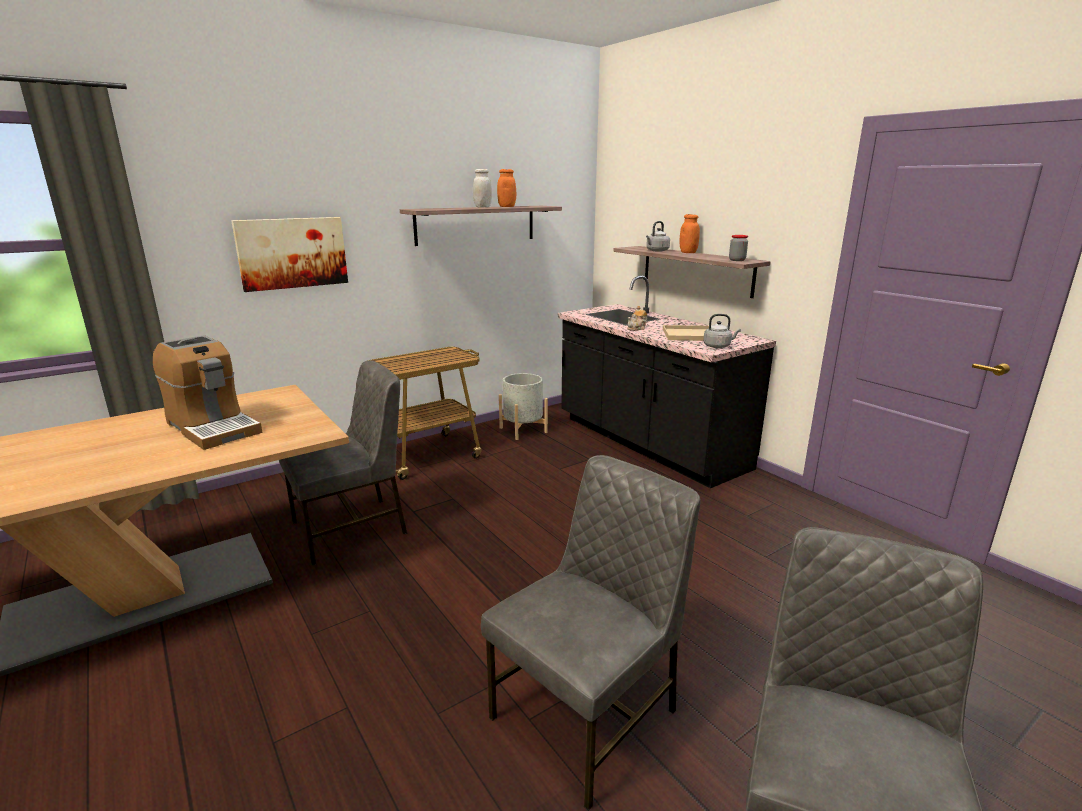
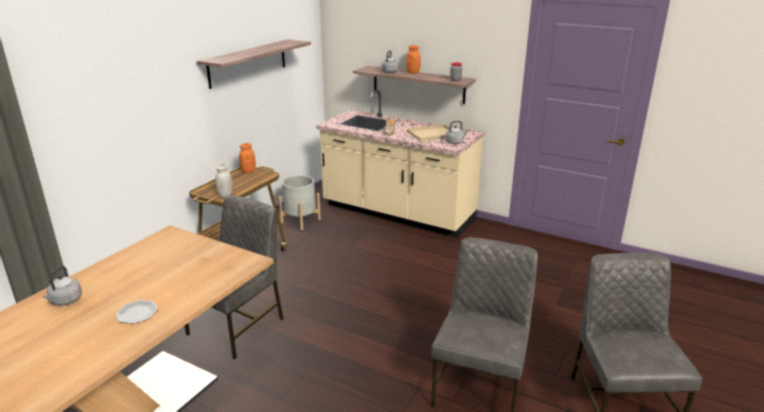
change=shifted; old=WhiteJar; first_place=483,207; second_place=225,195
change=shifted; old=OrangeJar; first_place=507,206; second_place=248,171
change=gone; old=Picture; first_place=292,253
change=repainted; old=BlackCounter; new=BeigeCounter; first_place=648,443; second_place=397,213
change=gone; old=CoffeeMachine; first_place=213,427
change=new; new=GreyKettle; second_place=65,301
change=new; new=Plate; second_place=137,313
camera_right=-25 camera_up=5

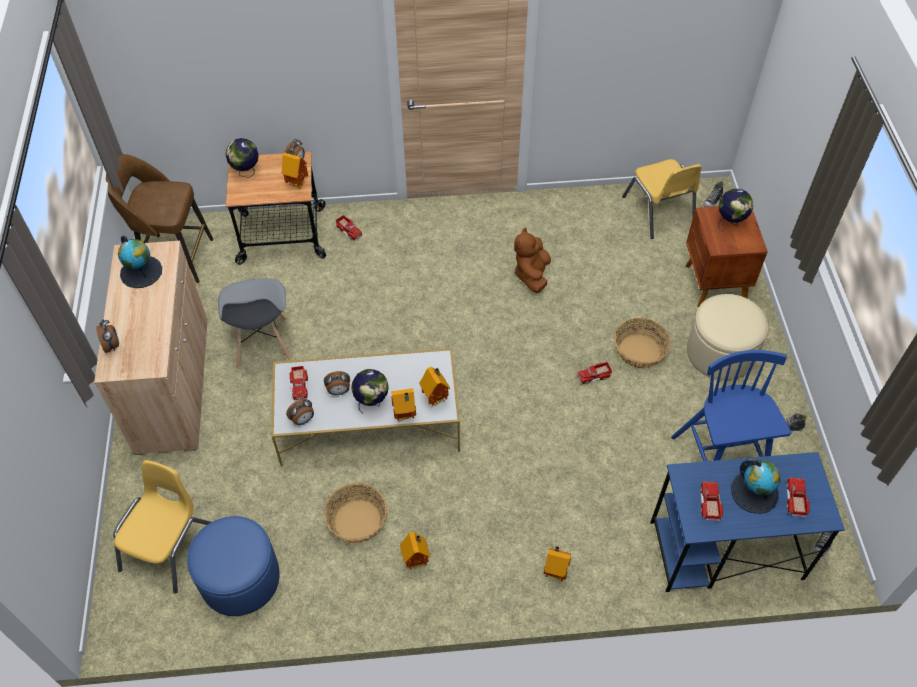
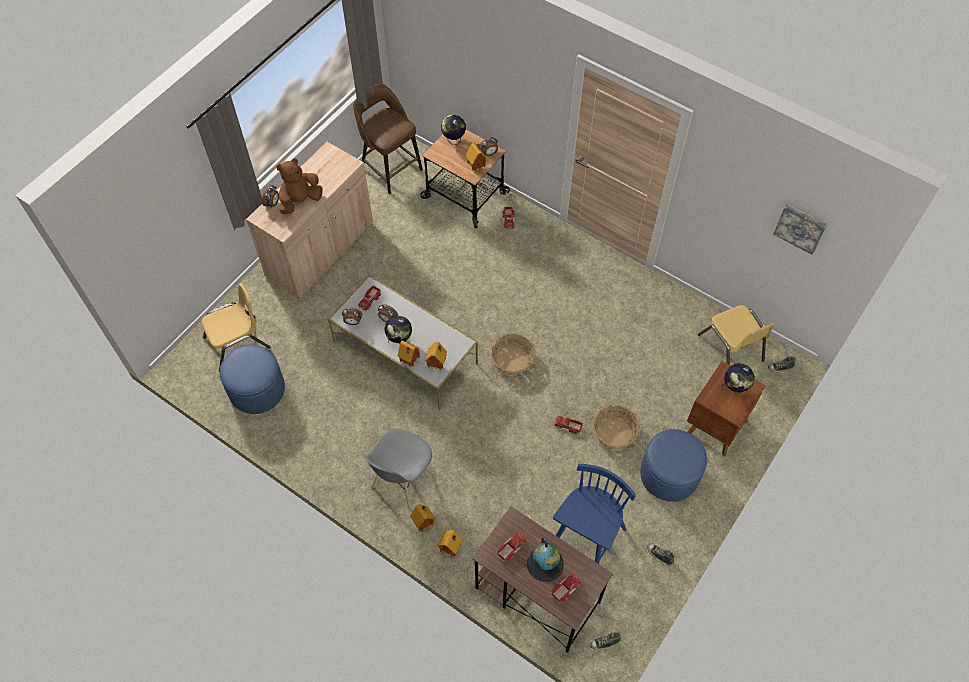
change=rotated; old=YellowChair; first_place=659,211; second_place=731,348; degrees=-45
change=shifted; old=BrownPlushToy; first_place=532,275; second_place=300,201
change=gone; old=Globe; first_place=141,272
change=shifted; old=GreyChair; first_place=262,343; second_place=401,480
change=repainted; old=BeigeOttoman; new=BlueOttoman; first_place=720,352; second_place=669,474
change=repainted; old=BlueDesk; new=BrownDesk; first_place=724,550; second_place=536,595
change=shifted; old=Basket; first_place=357,520; second_place=512,360
change=shifted; old=ToyHouse; first_place=417,560; second_place=451,549
change=new; new=Picture; second_place=800,227
camera_right=40 camera_up=5

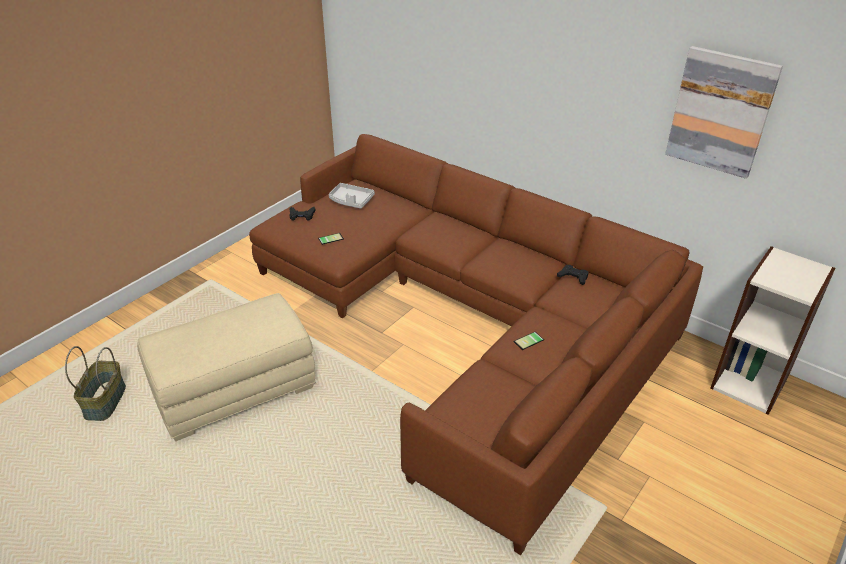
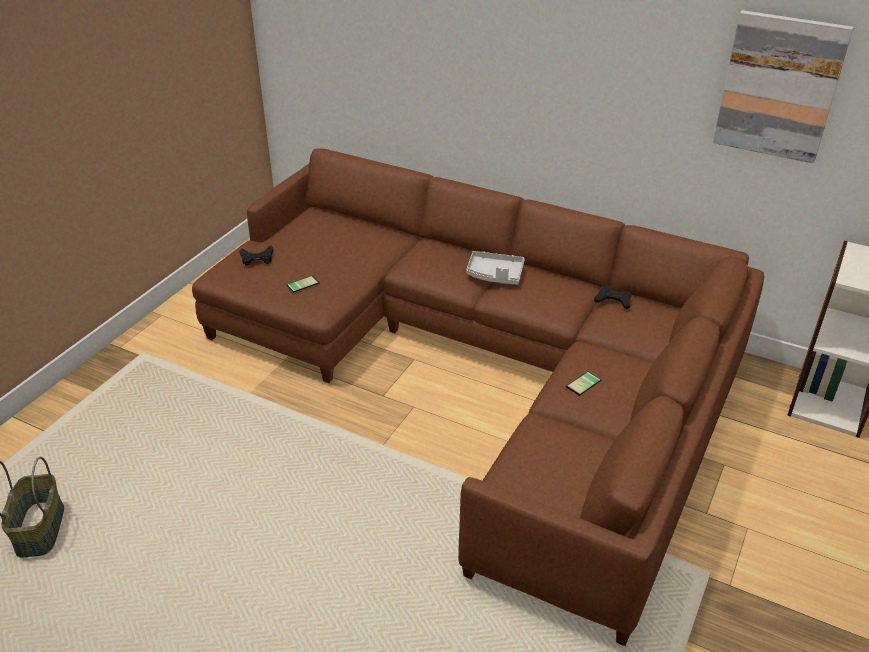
change=shifted; old=GreyTray; first_place=351,201; second_place=495,275
change=gone; old=BeigeOttoman; first_place=235,390
camera_right=-10 camera_up=0

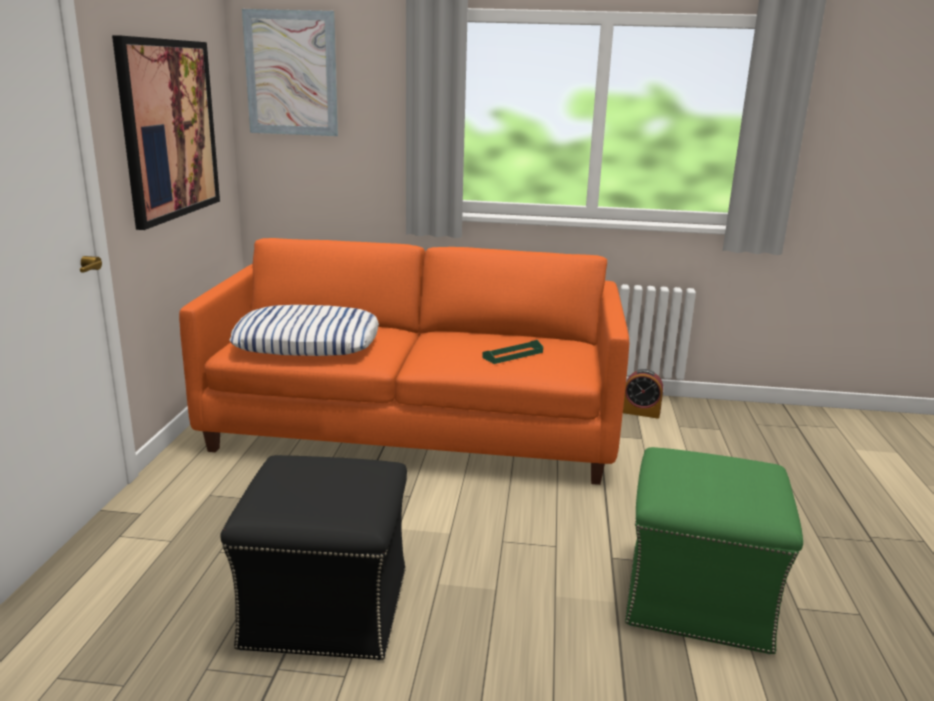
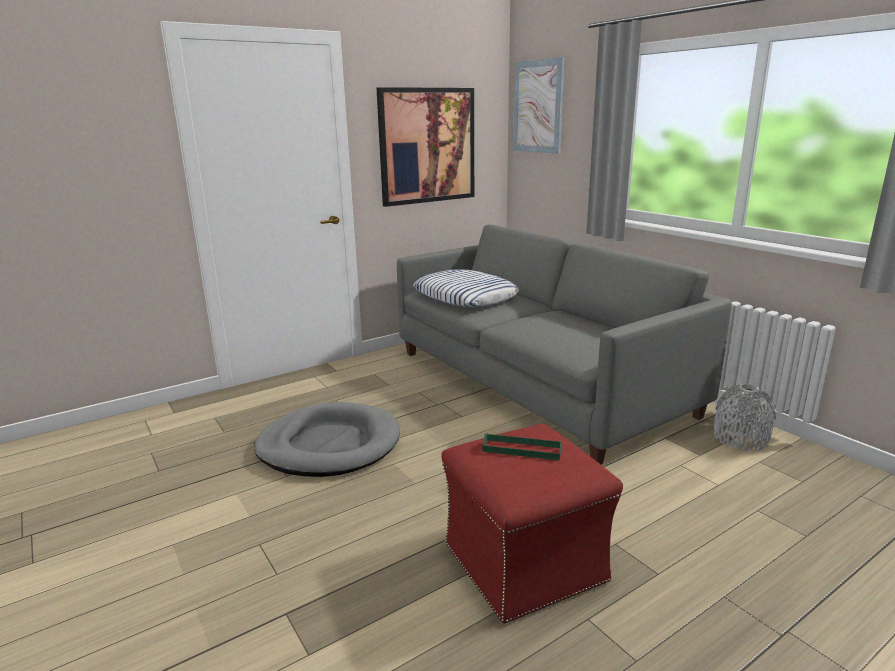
change=repainted; old=OrangeSofa; new=GreySofa; first_place=416,426; second_place=537,382
change=shifted; old=GreenTray; first_place=513,355; second_place=522,449
change=swapped; old=AlarmClock; new=GreyVase; first_place=641,412; second_place=740,438
change=repainted; old=GreenOttoman; new=RedOttoman; first_place=700,597; second_place=525,563
change=swapped; old=BlackOttoman; new=GreyDogBed; first_place=324,608; second_place=329,445
camera_right=50 camera_up=0

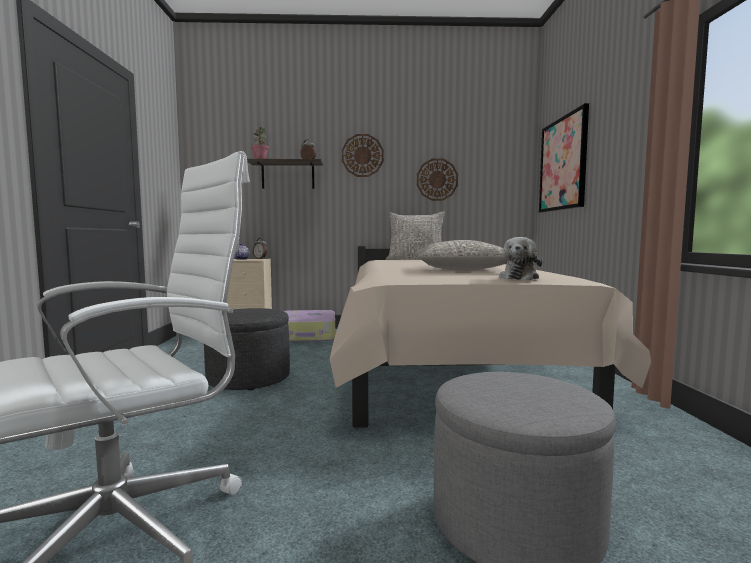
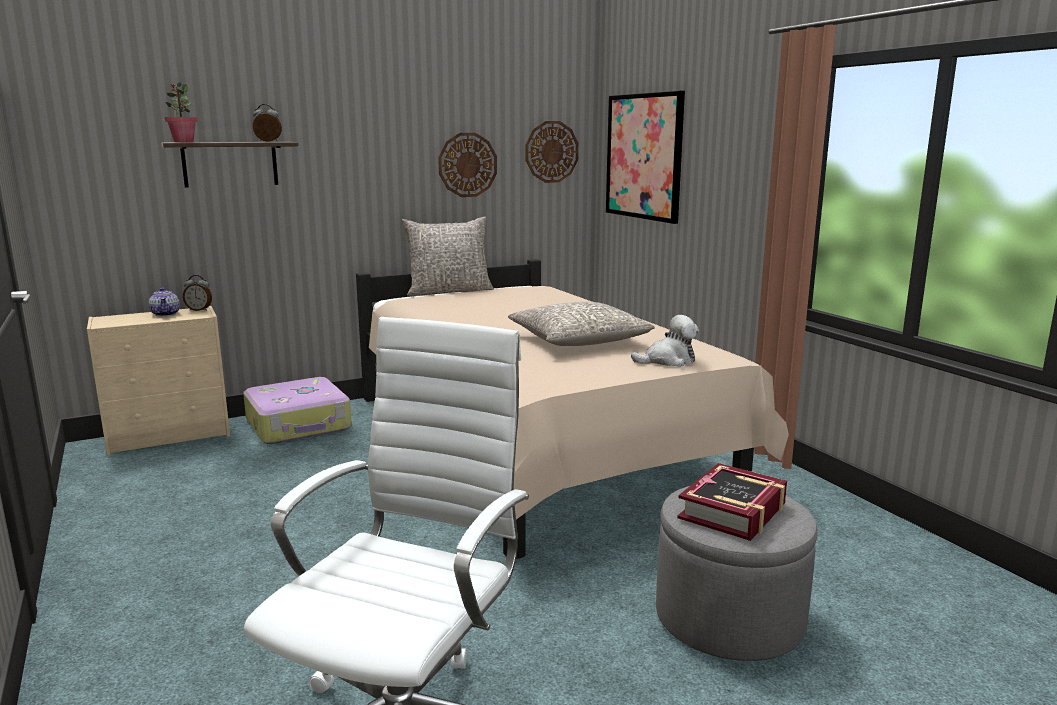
change=shifted; old=WallClock; first_place=362,155; second_place=551,152
change=rotated; old=PlushToy; first_place=519,278; second_place=668,361; degrees=-105
change=gone; old=GreyOttoman; first_place=248,378
change=new; new=Book; second_place=733,511
camera_right=-25 camera_up=10

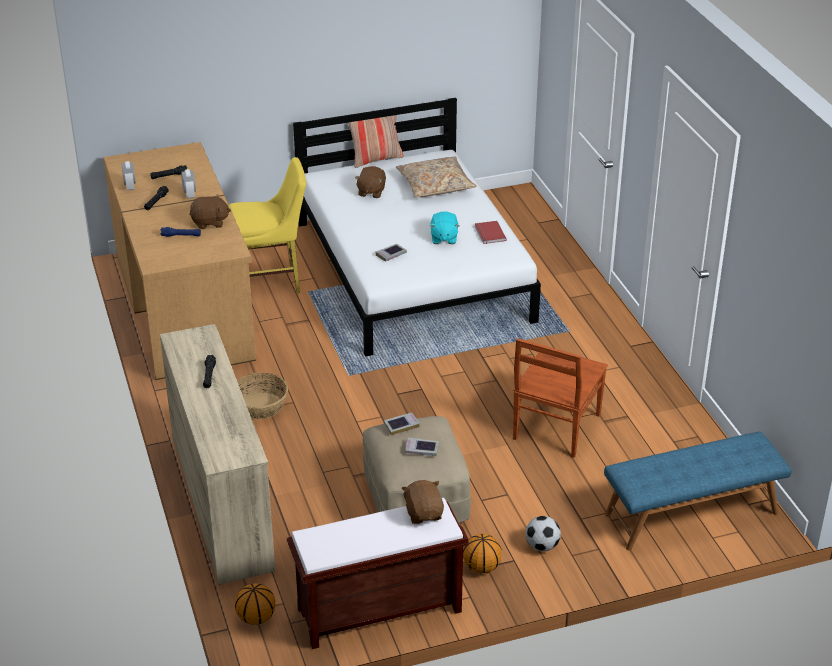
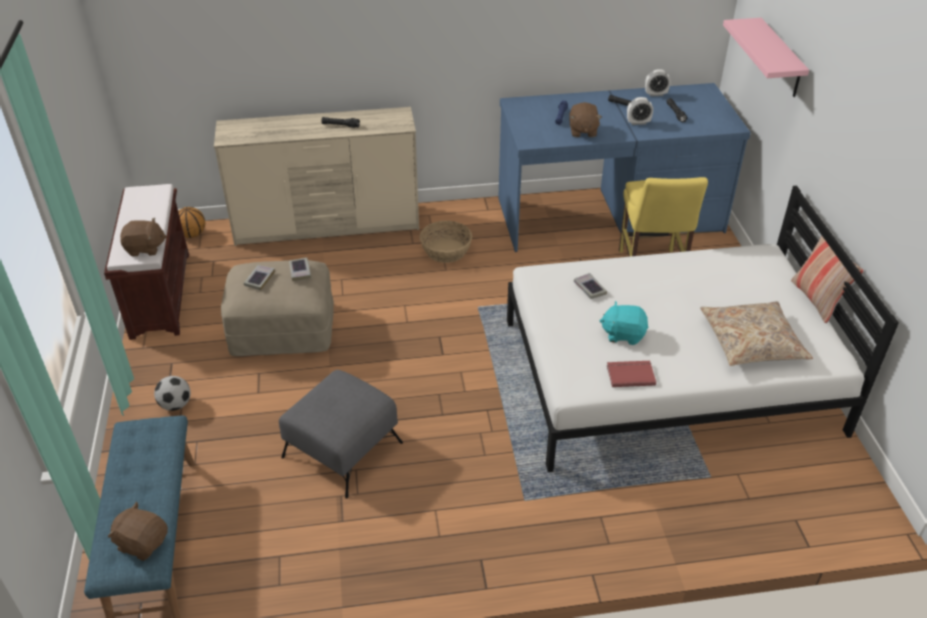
change=repainted; old=BrownDesk; new=BlueDesk; first_place=185,306; second_place=609,216
change=shifted; old=BrownPlushToy; first_place=371,192; second_place=143,542
change=swapped; old=BrownChair; new=GreyOttoman; first_place=555,428; second_place=343,449
change=gone; old=Basketball; first_place=481,567
change=new; new=PinkShelf; second_place=780,59
camera_right=100 camera_up=5

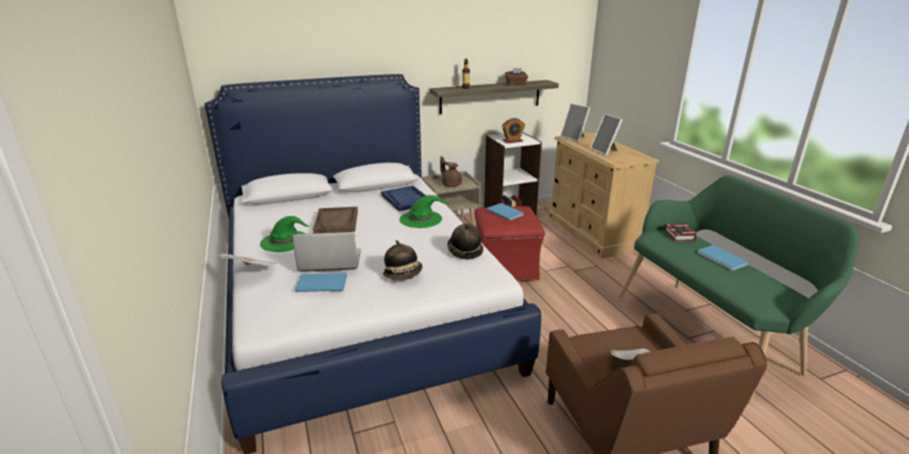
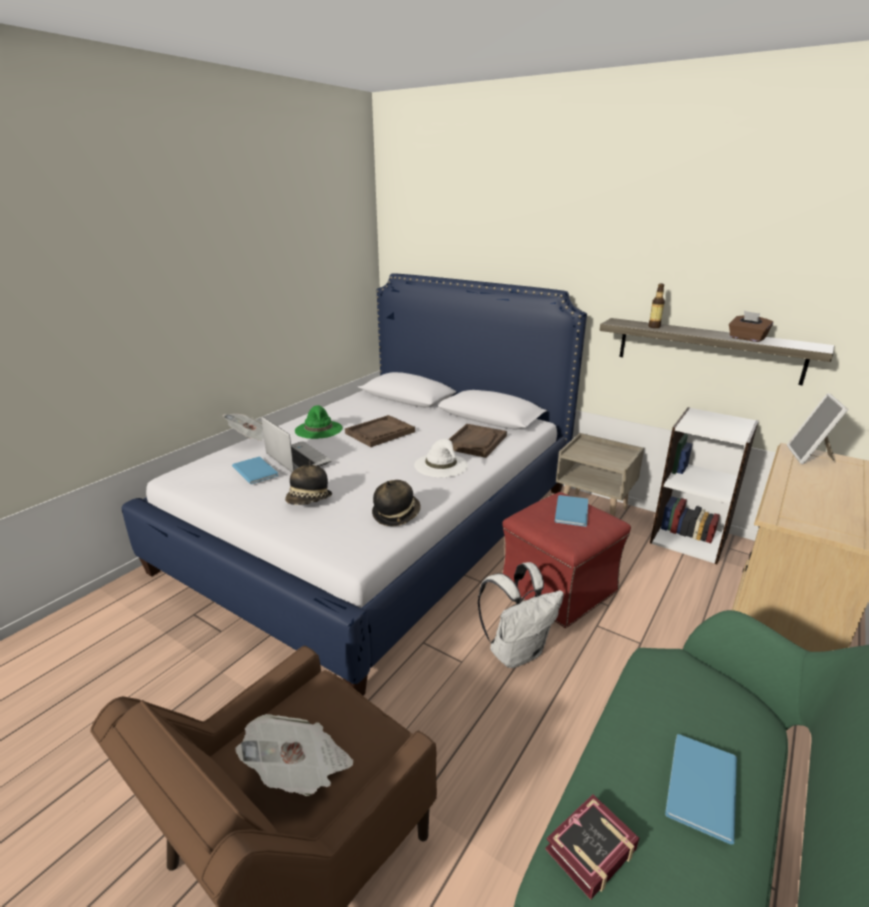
change=gone; old=PictureFrame; first_place=605,151
change=gone; old=AlarmClock; first_place=512,141
change=gone; old=BrownTeapot; first_place=451,184
change=repainted; old=BlueTray; new=BrownTray; first_place=406,199; second_place=475,442
change=repainted; old=GreenHat; new=WhiteHat; first_place=421,219; second_place=441,465
change=shifted; old=Book; first_place=679,236; second_place=586,850
change=new; new=WhiteBackpack; second_place=516,651
camera_right=55 camera_up=0

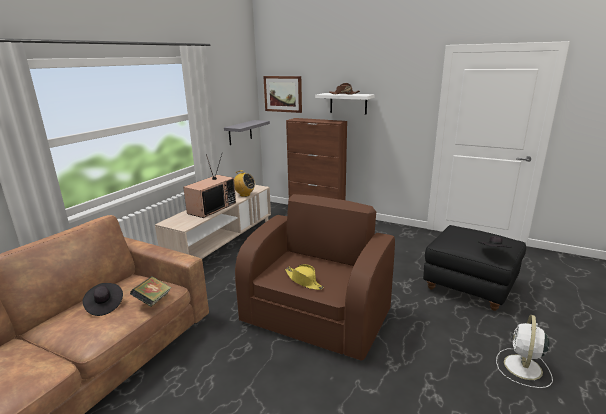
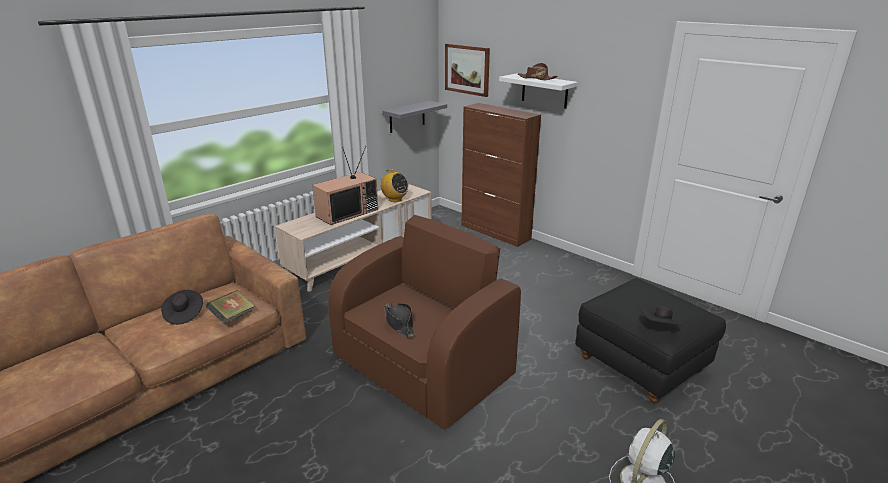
change=repainted; old=YellowHat; new=BlackHat; first_place=304,281; second_place=399,323
camera_right=15 camera_up=5

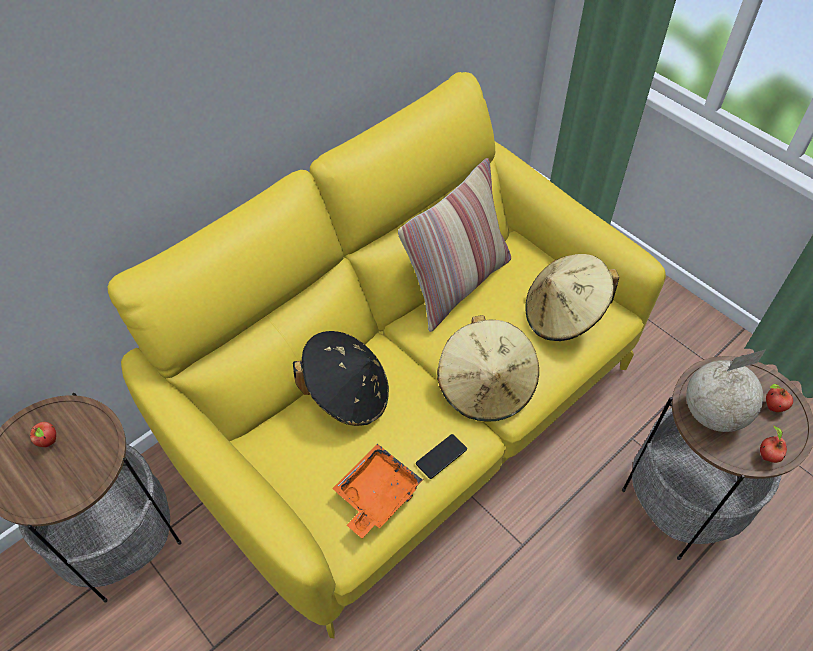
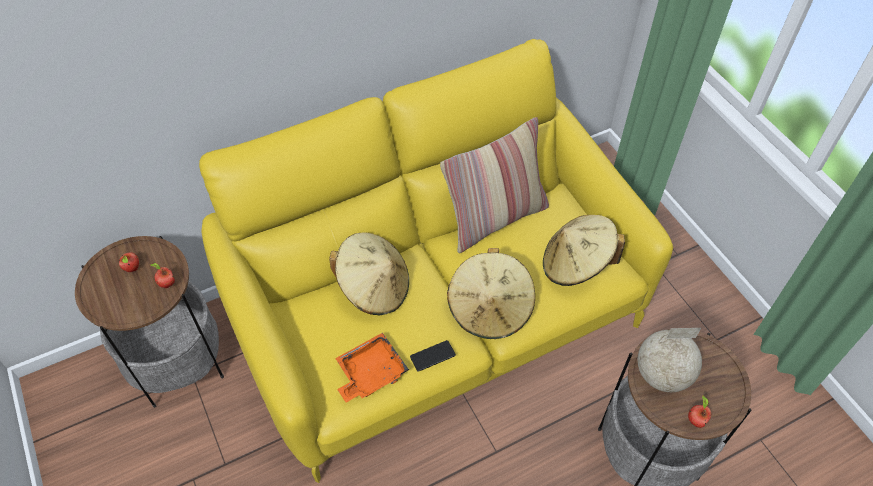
change=repainted; old=BlackHat; new=BeigeHat; first_place=347,394; second_place=374,287
change=shifted; old=Apple; first_place=772,407; second_place=166,284
camera_right=15 camera_up=0

